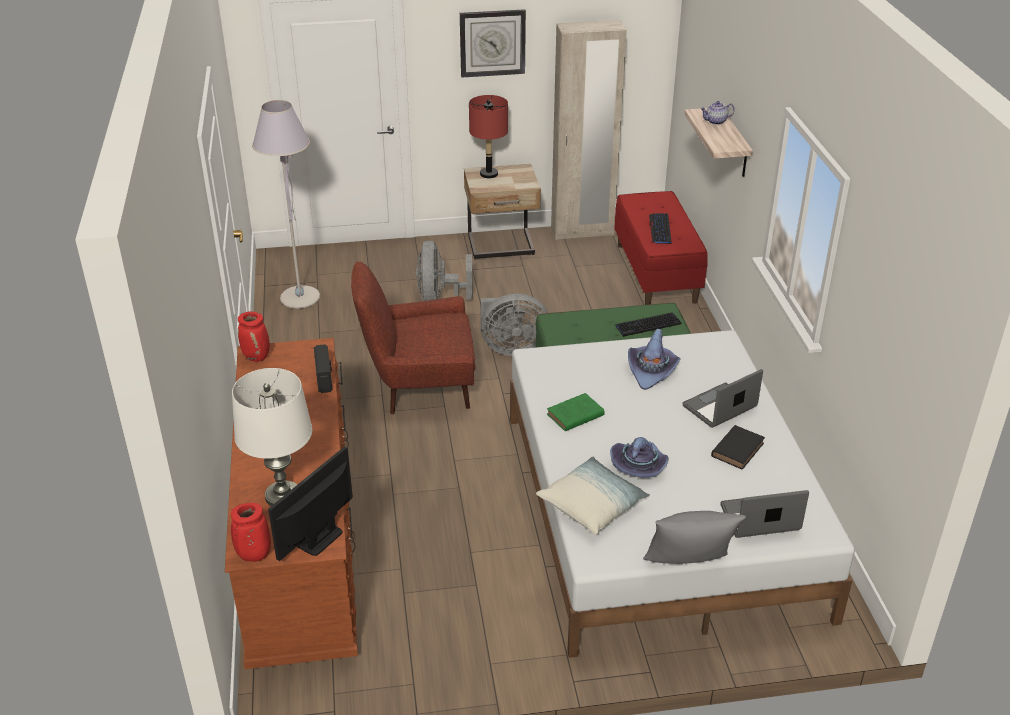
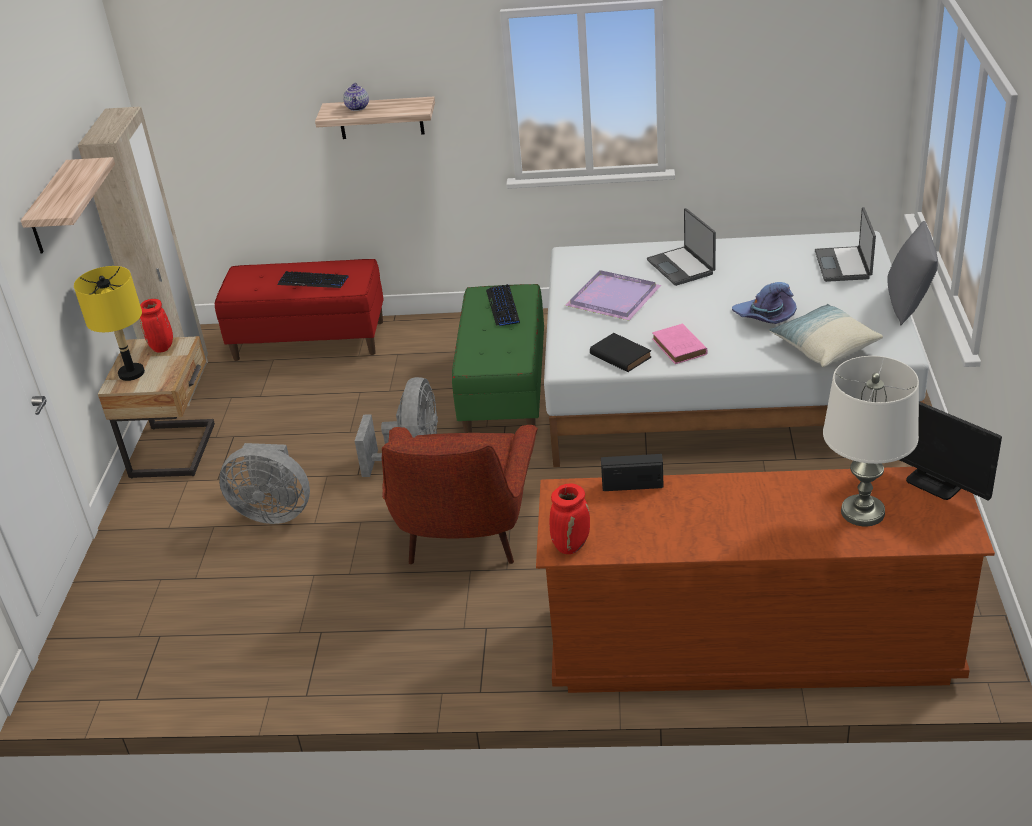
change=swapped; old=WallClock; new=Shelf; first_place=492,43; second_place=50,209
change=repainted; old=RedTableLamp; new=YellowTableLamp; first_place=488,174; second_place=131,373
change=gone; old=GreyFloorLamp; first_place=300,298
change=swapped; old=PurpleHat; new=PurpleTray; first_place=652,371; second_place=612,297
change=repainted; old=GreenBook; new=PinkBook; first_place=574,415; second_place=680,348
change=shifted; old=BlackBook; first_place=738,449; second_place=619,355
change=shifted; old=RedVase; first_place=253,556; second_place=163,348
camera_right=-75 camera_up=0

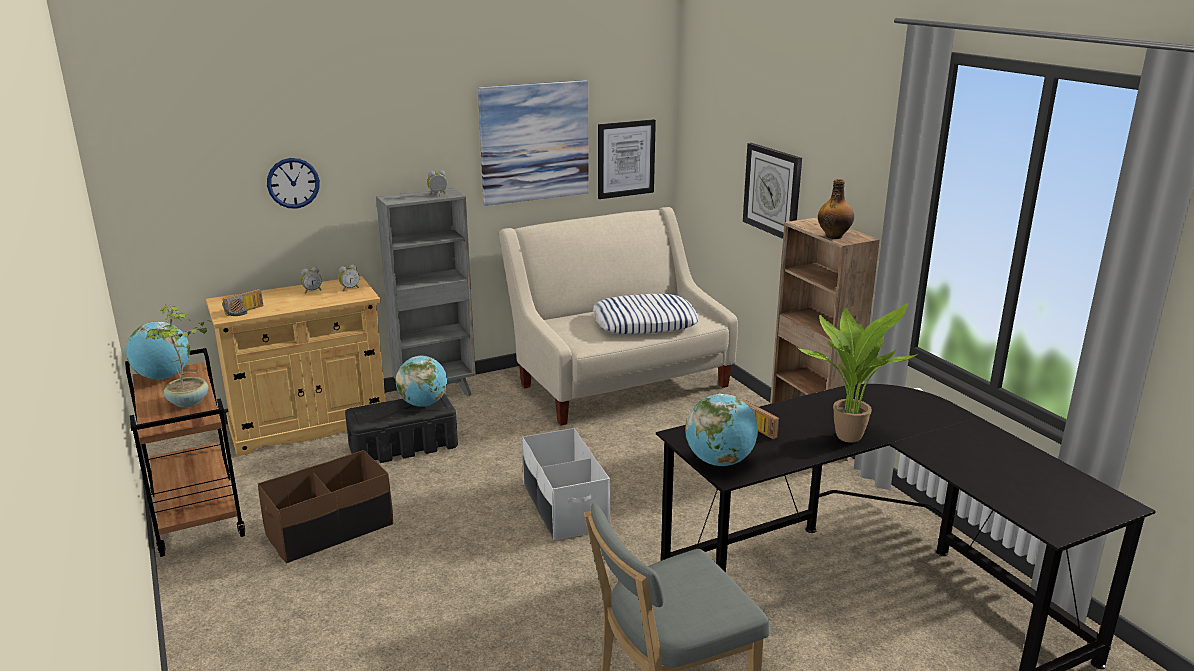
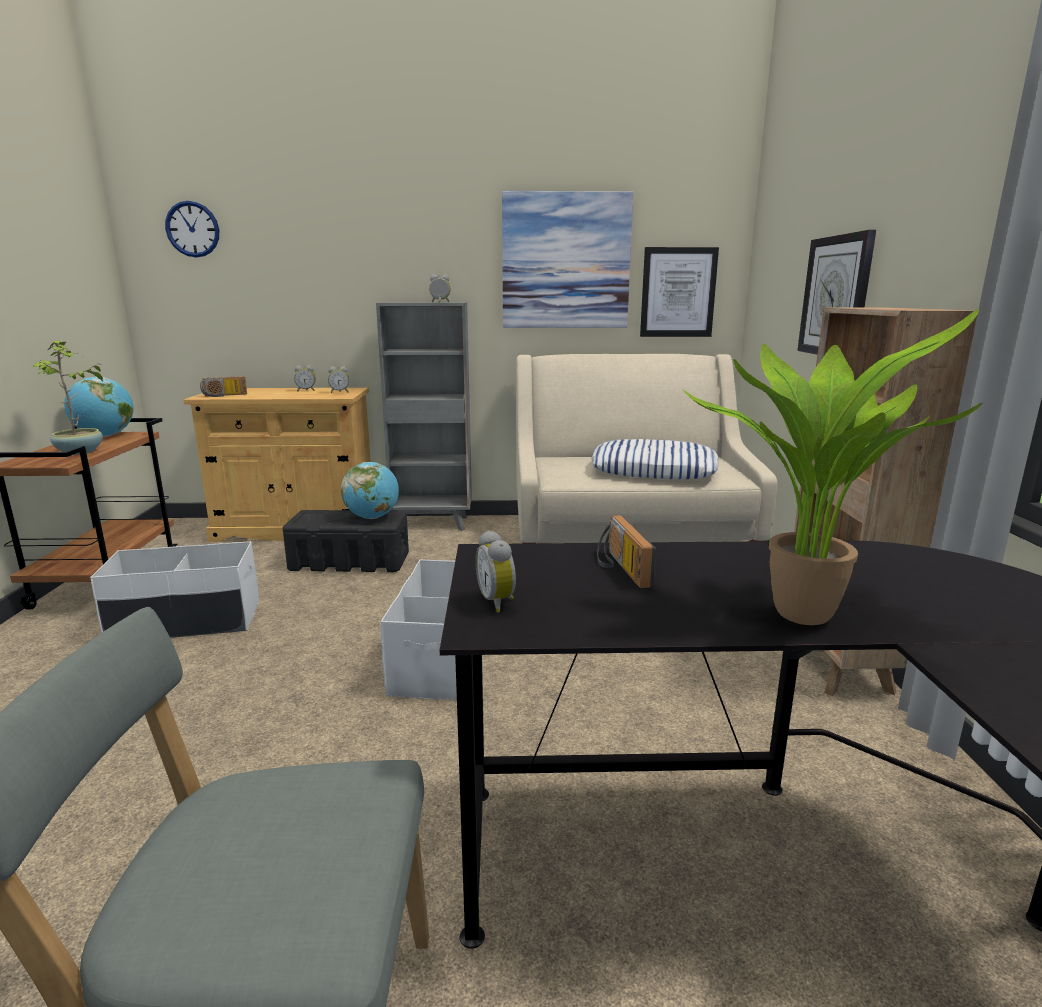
change=shifted; old=WallClock; first_place=293,183; second_place=192,229
change=gone; old=Bottle; first_place=834,236
change=swapped; old=Globe; new=AlarmClock; first_place=720,461; second_place=498,602
change=repainted; old=BrownStorageBox; new=WhiteStorageBox; first_place=330,530; second_place=187,622
camera_right=25 camera_up=-5

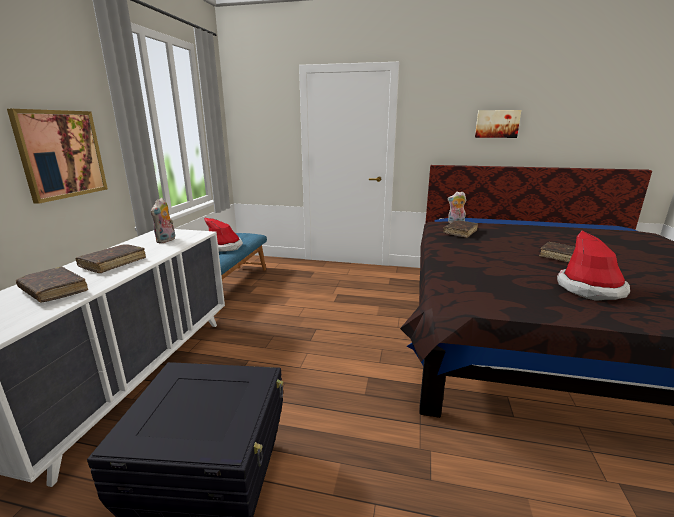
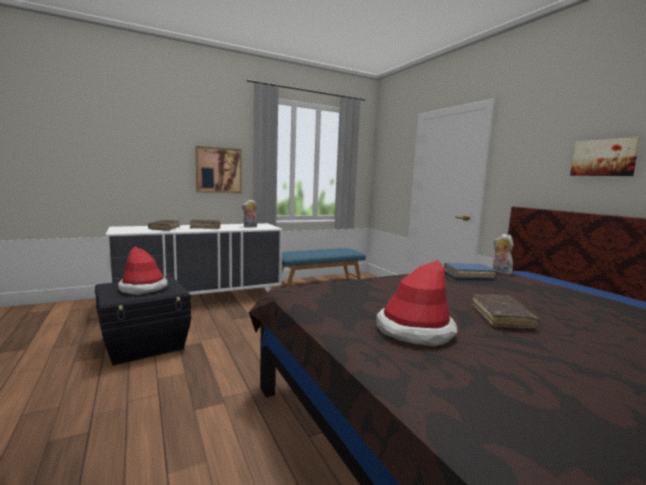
change=shifted; old=Hat; first_place=224,247; second_place=143,288
change=repainted; old=BrownBook; new=BlueBook; first_place=460,232; second_place=468,275
camera_right=50 camera_up=-10

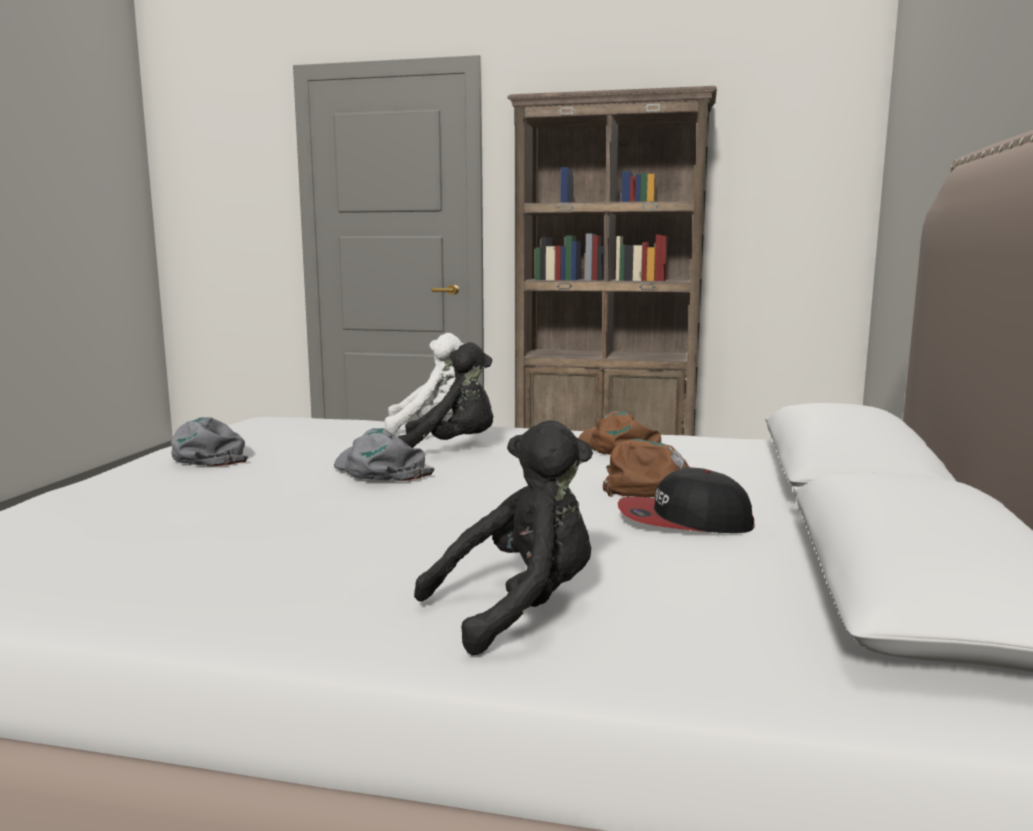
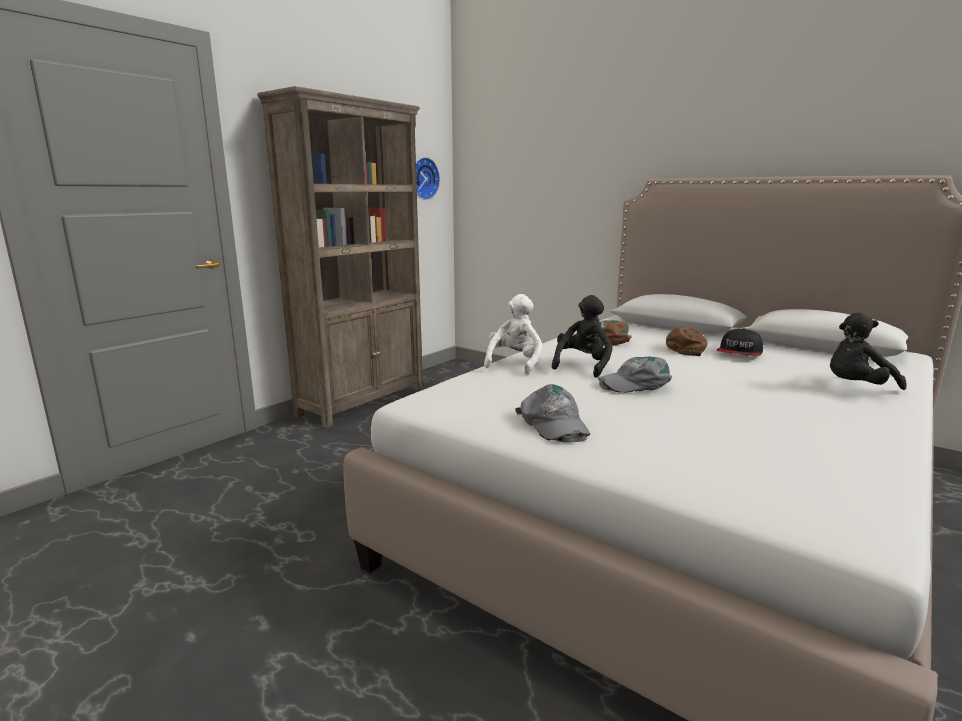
change=rotated; old=GreyCap; first_place=208,455; second_place=553,424; degrees=-105
change=rotated; old=BlackPlushToy; first_place=519,609; second_place=856,388; degrees=-105
change=new; new=WallClock; second_place=423,178
camera_right=-65 camera_up=5

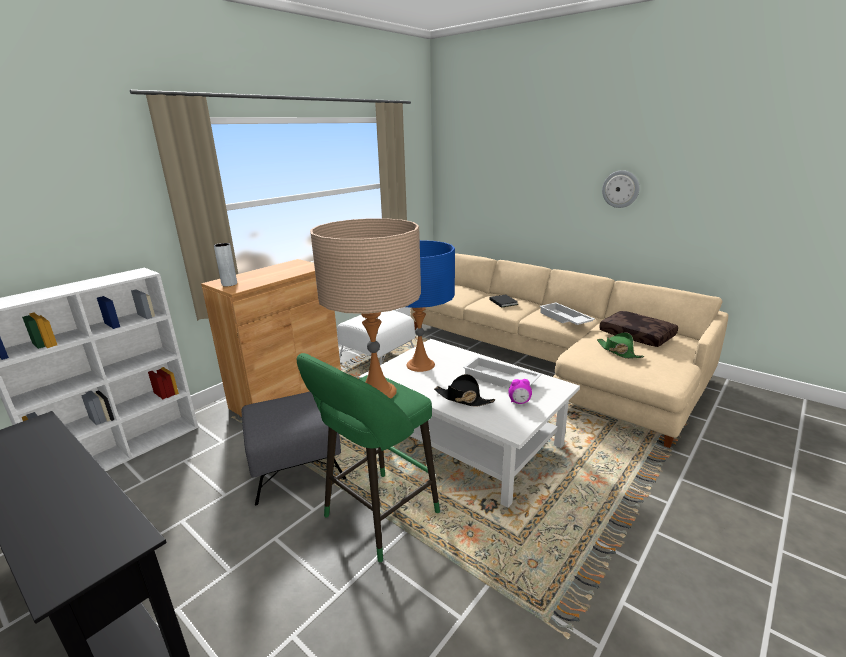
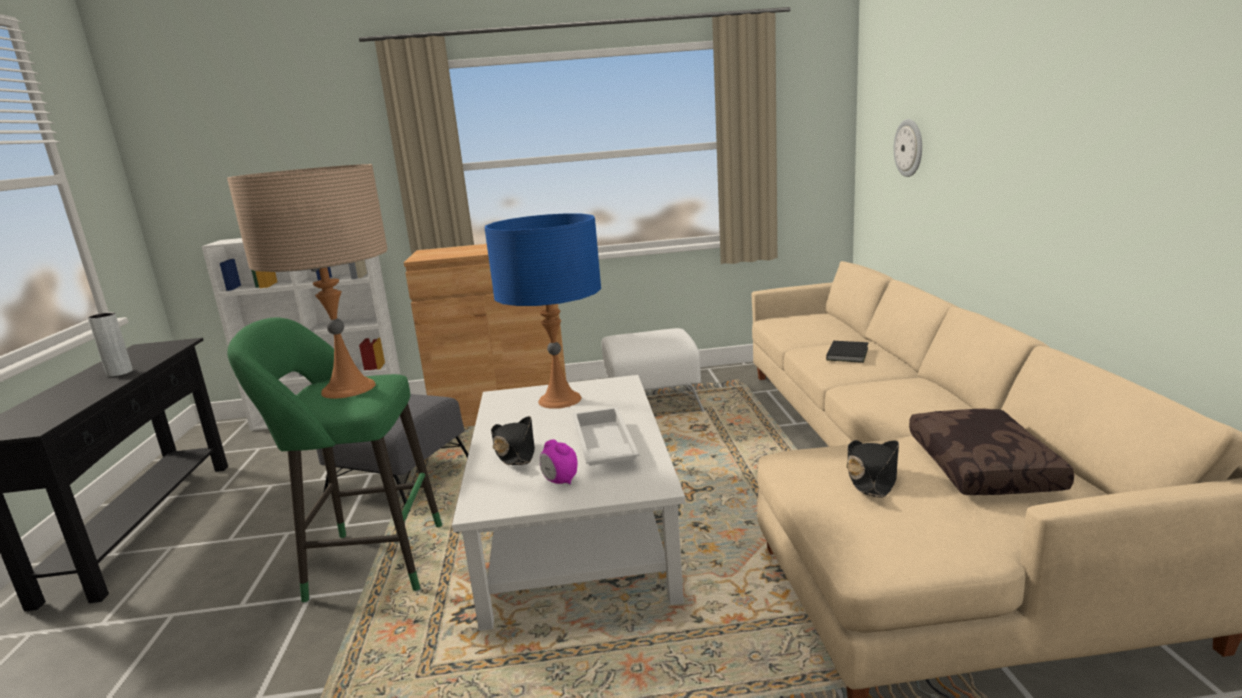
change=shifted; old=WallClock; first_place=620,189; second_place=909,148
change=shifted; old=GreyVase; first_place=229,284; second_place=119,373
change=gone; old=WhiteTray; first_place=564,319
change=repainted; old=GreenHat; new=BlackHat; first_place=618,351; second_place=872,477
camera_right=45 camera_up=-5

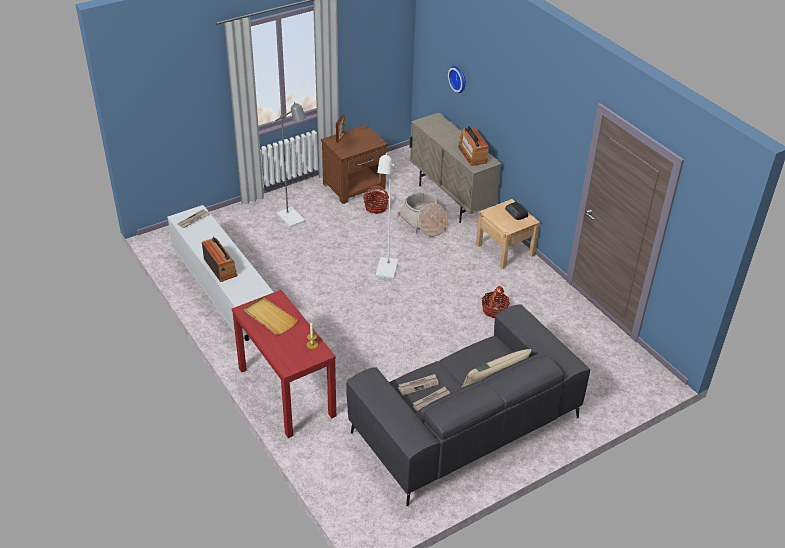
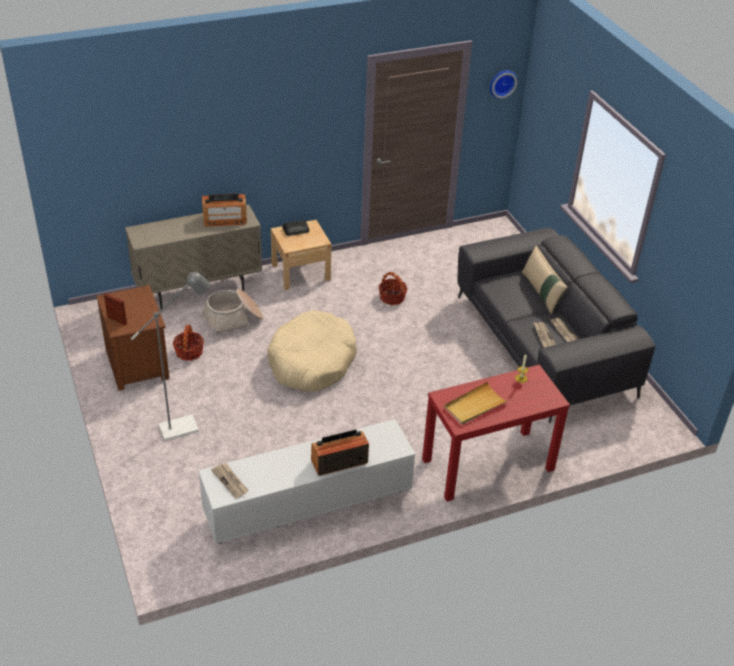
change=shifted; old=WallClock; first_place=459,78; second_place=502,83
change=swapped; old=WhiteFloorLamp; new=BeigeDogBed; first_place=386,272; second_place=312,362
camera_right=-80 camera_up=0

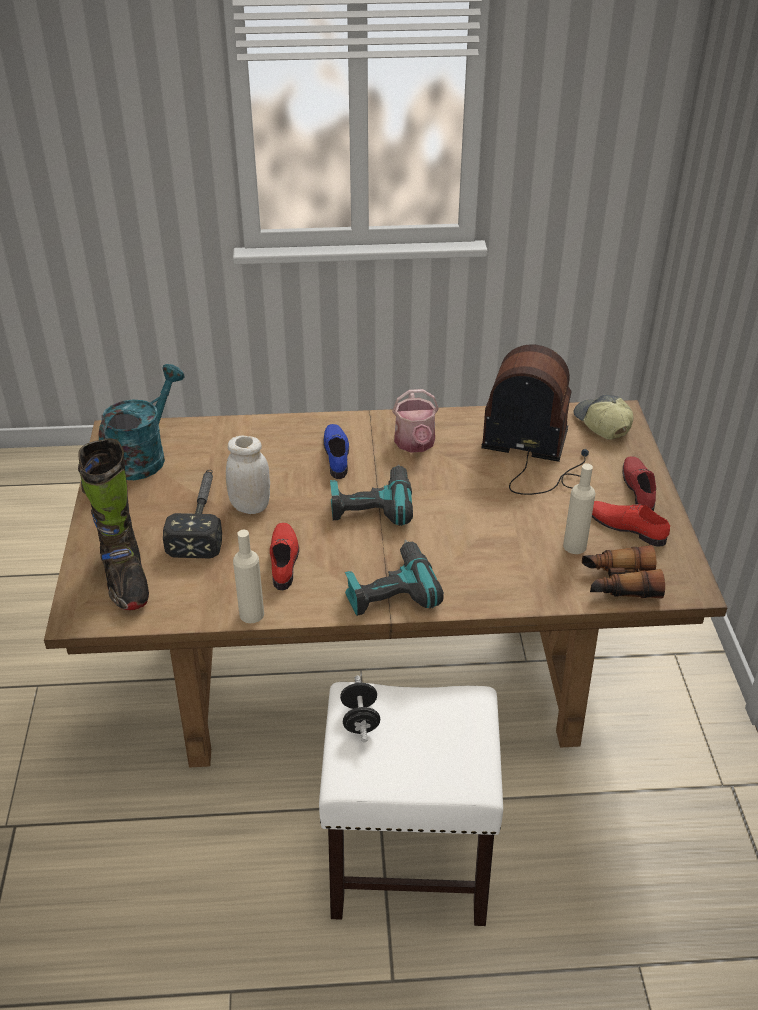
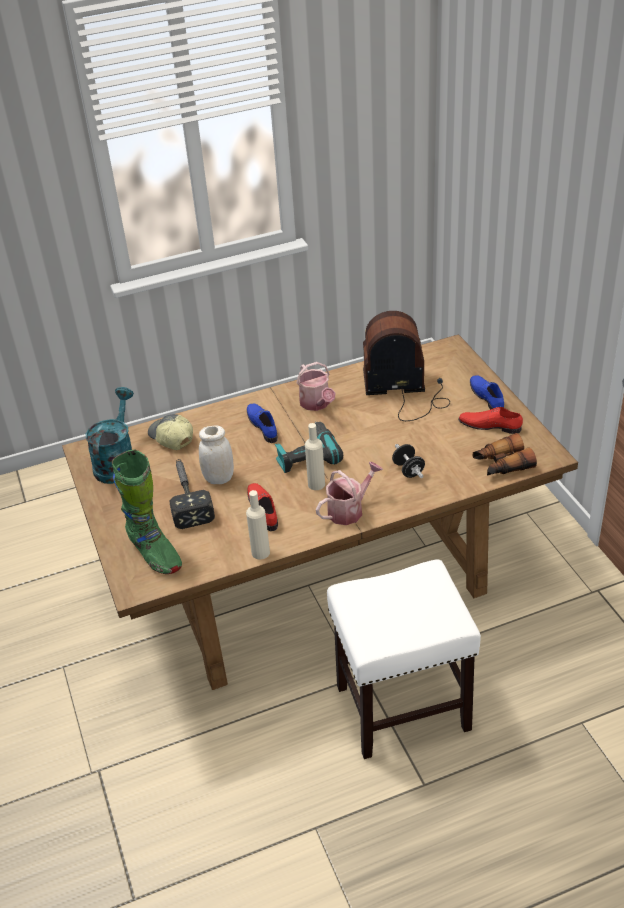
change=shifted; old=Cap; first_place=601,424; second_place=171,438
change=repainted; old=BlackBoot; new=GreenBoot; first_place=125,579; second_place=154,554
change=repainted; old=RedShoe; new=BlueShoe; first_place=639,488; second_place=487,397
change=shifted; old=BeigeBottle; first_place=574,546; second_place=316,484
change=swapped; old=PowerDrill; new=WateringCan; first_place=390,589; second_place=349,510
change=shifted; old=BlackDumbbell; first_place=360,720; second_place=408,470
camera_right=-15 camera_up=0

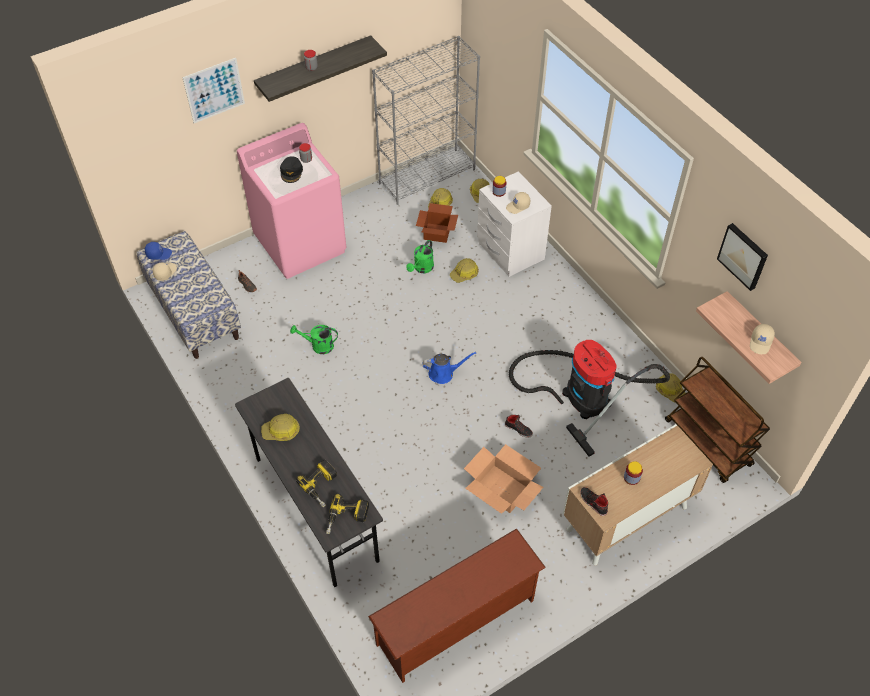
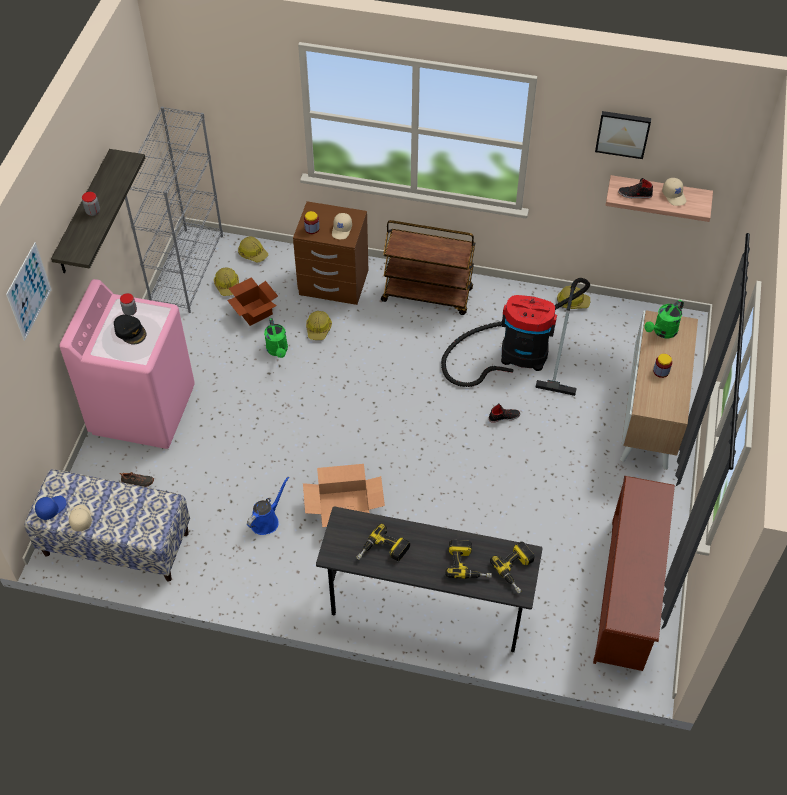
change=repainted; old=WhiteNightstand; new=BrownNightstand; first_place=510,251; second_place=333,283
change=shifted; old=GreenWateringCan; first_place=318,346; second_place=662,332
change=shifted; old=BlueWateringCan; first_place=443,373; second_place=266,520
change=shifted; old=BrownCart; first_place=708,443; second_place=428,295
change=swapped; old=HardHat; new=PowerDrill; first_place=281,431; second_place=383,552
change=shifted; old=CardboardBox; first_place=502,488; second_place=344,507
change=shifted; old=BlackShoe; first_place=593,502; second_place=635,194
camera_right=-45 camera_up=0

